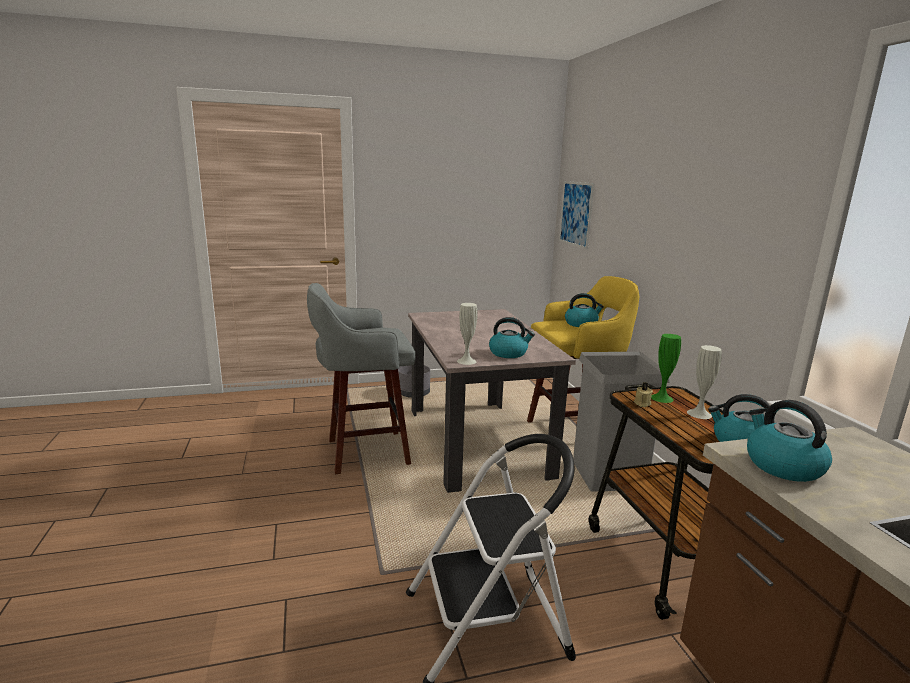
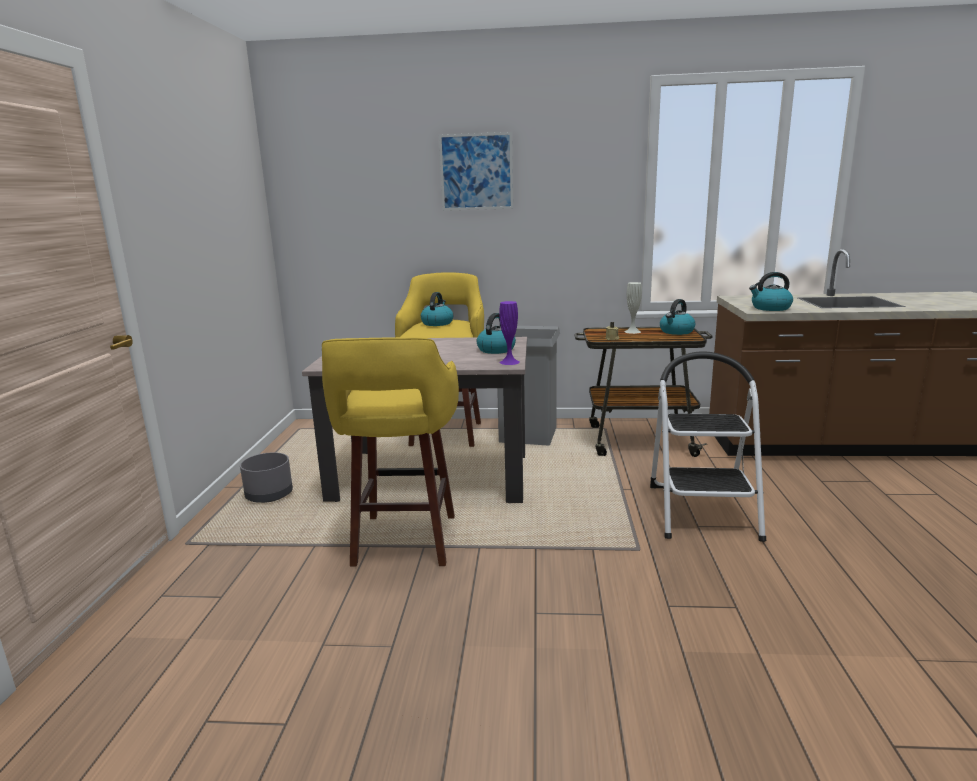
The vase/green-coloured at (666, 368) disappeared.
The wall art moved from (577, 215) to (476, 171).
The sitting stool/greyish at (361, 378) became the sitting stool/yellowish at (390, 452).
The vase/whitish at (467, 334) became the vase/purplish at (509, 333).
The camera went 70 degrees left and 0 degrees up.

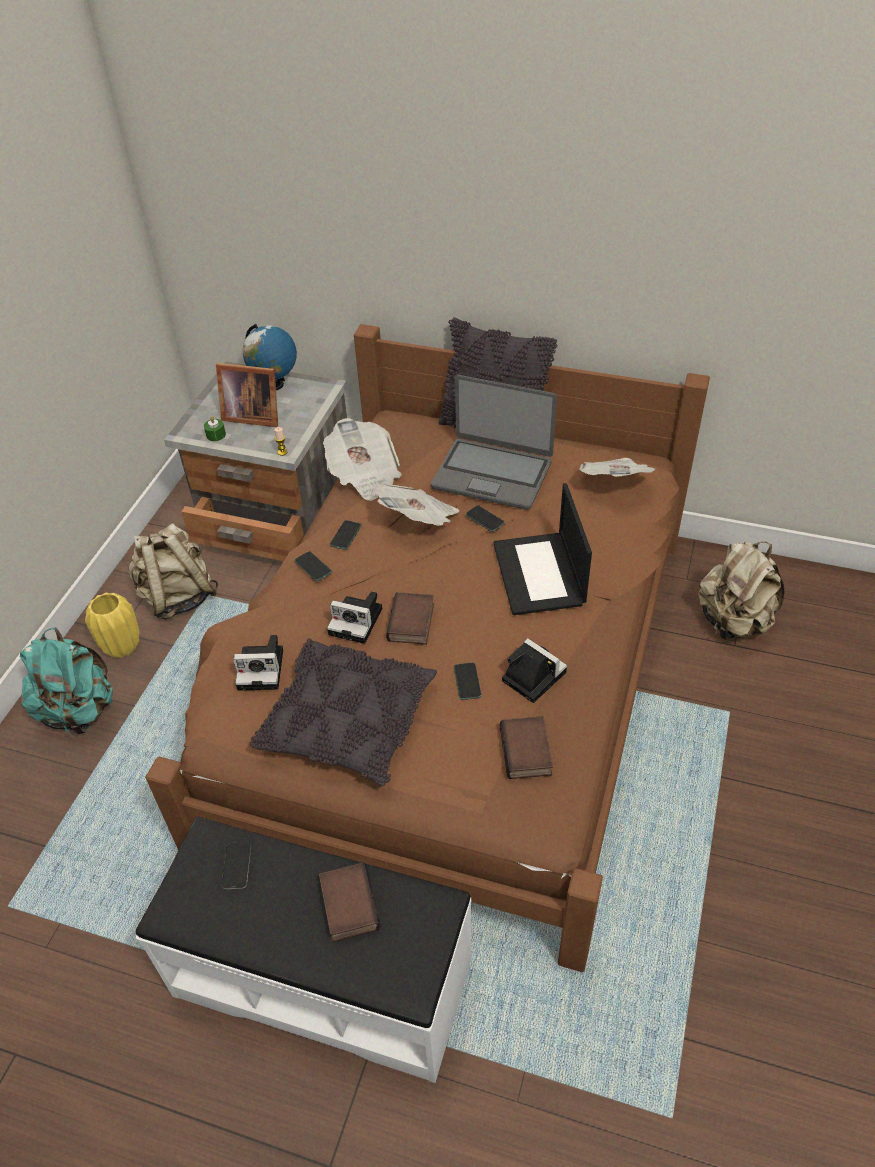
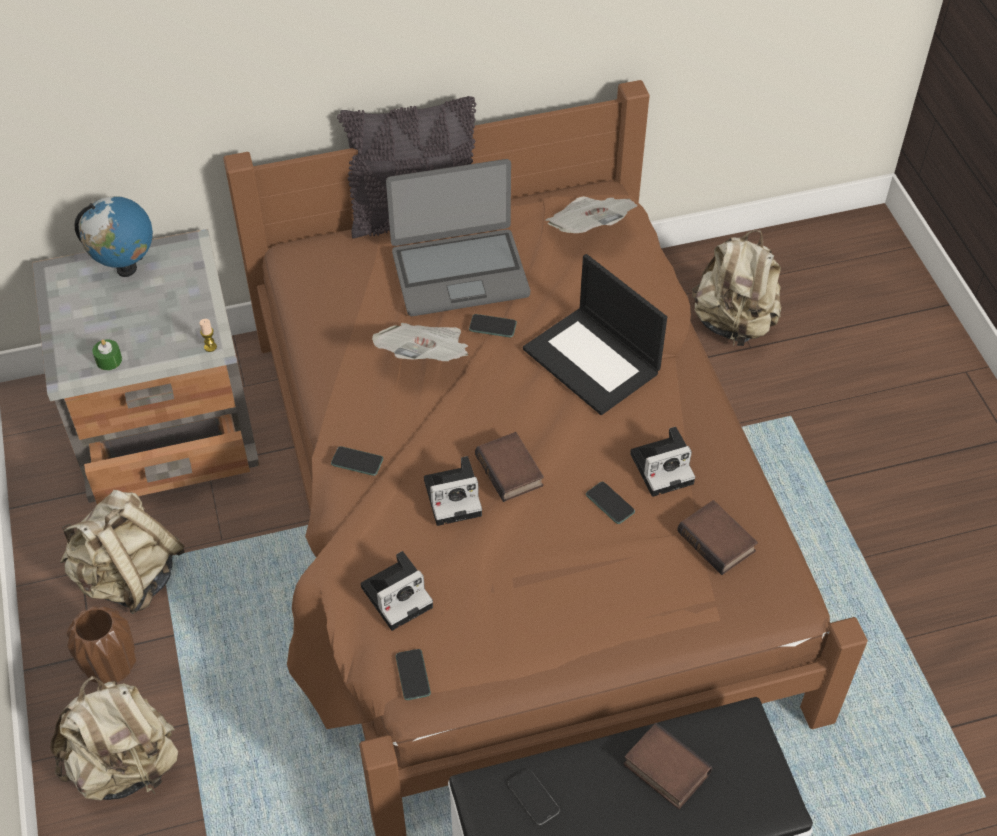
The picture frame at (247, 395) disappeared.
The throw pillow/black-coloured at (343, 712) disappeared.
The newspaper at (362, 459) disappeared.
The phone moved from (346, 535) to (413, 674).
The backpack/turquoise-coloured at (66, 682) became the backpack/beige at (114, 738).
The vase/yellowish at (112, 625) became the vase/brown-coloured at (101, 645).
The photo camera at (534, 670) turned 150 degrees clockwise.
The camera went 35 degrees left and 5 degrees up.

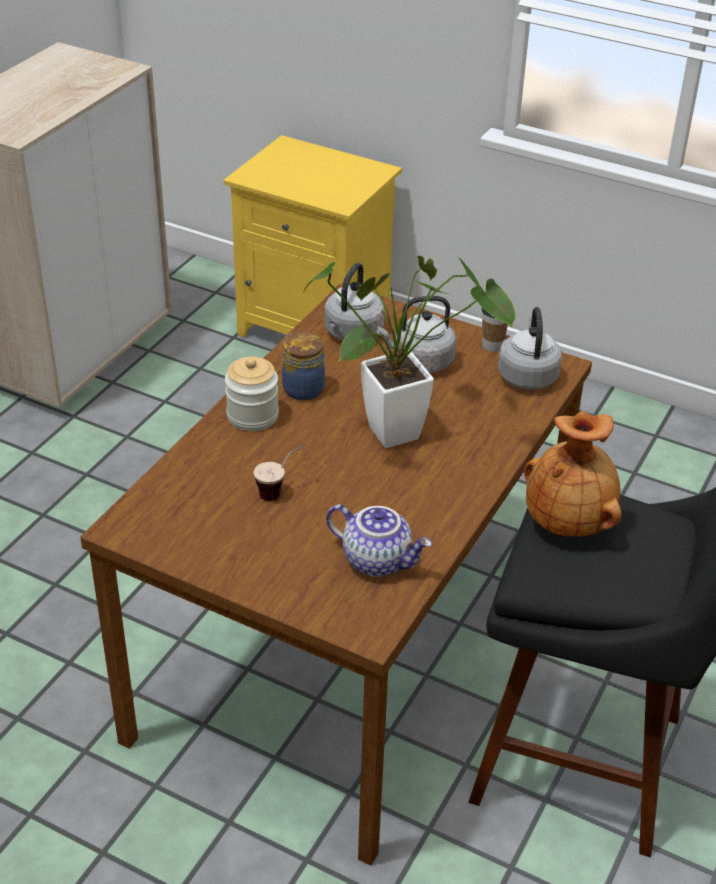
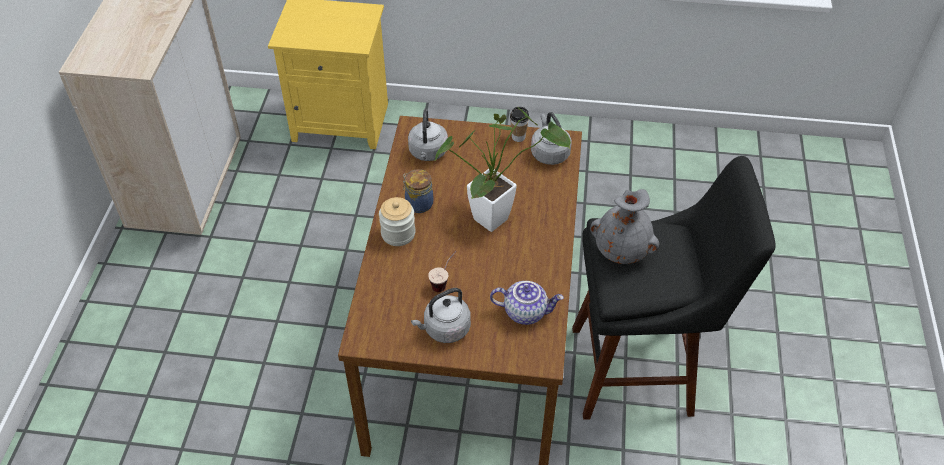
The tea kettle/greyish moved from (416, 334) to (441, 315).
The vase/brown-coloured at (573, 474) became the vase/greyish at (624, 226).
The camera went 20 degrees left and 10 degrees up.

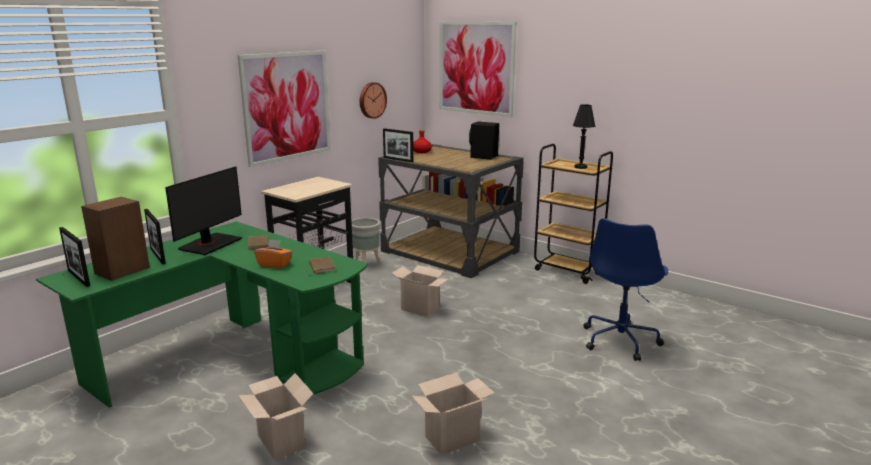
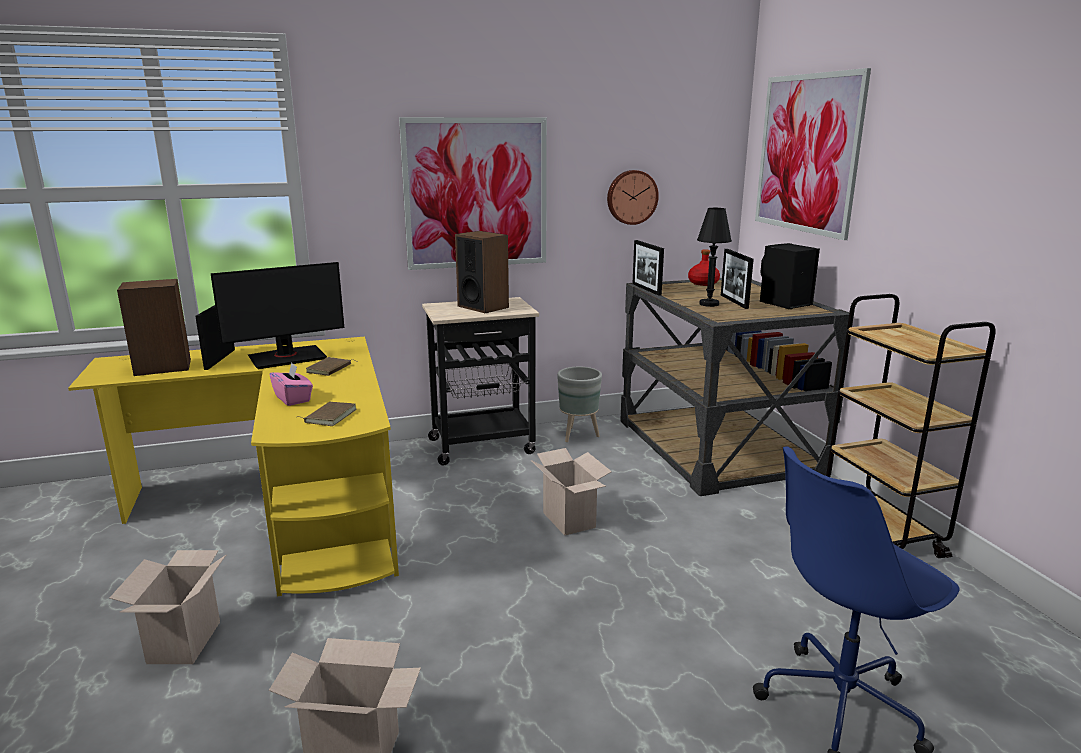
The speaker at (482, 272) appeared.
The picture frame moved from (74, 257) to (737, 279).
The table lamp/black-coloured moved from (584, 136) to (714, 257).
The desk/green-coloured at (202, 314) became the desk/yellowish at (233, 467).
The box of tissues/orangey at (273, 254) became the box of tissues/pink-coloured at (291, 384).
The camera went 35 degrees right and 0 degrees up.

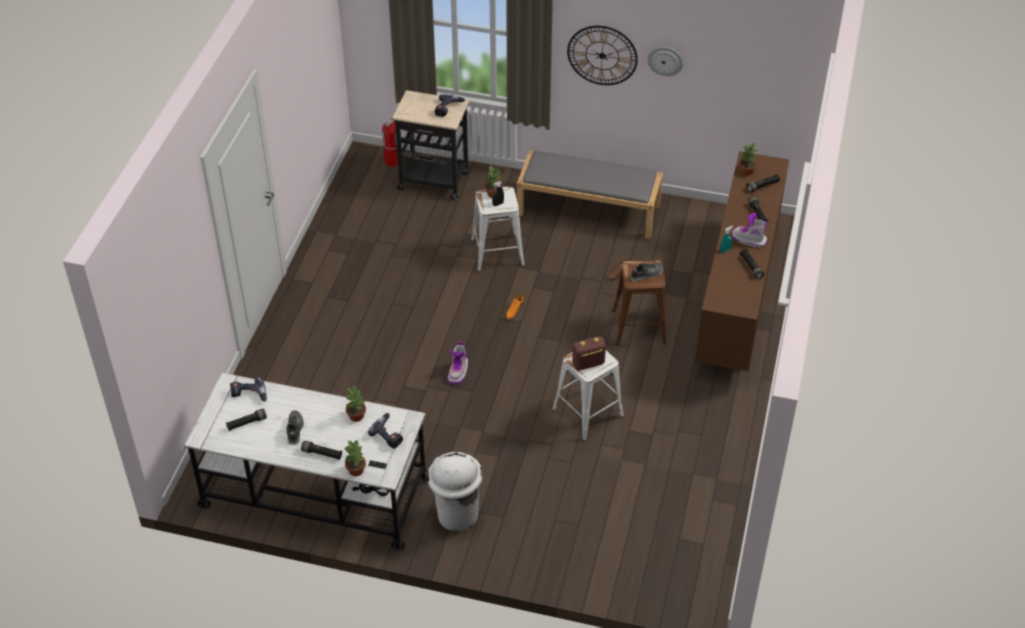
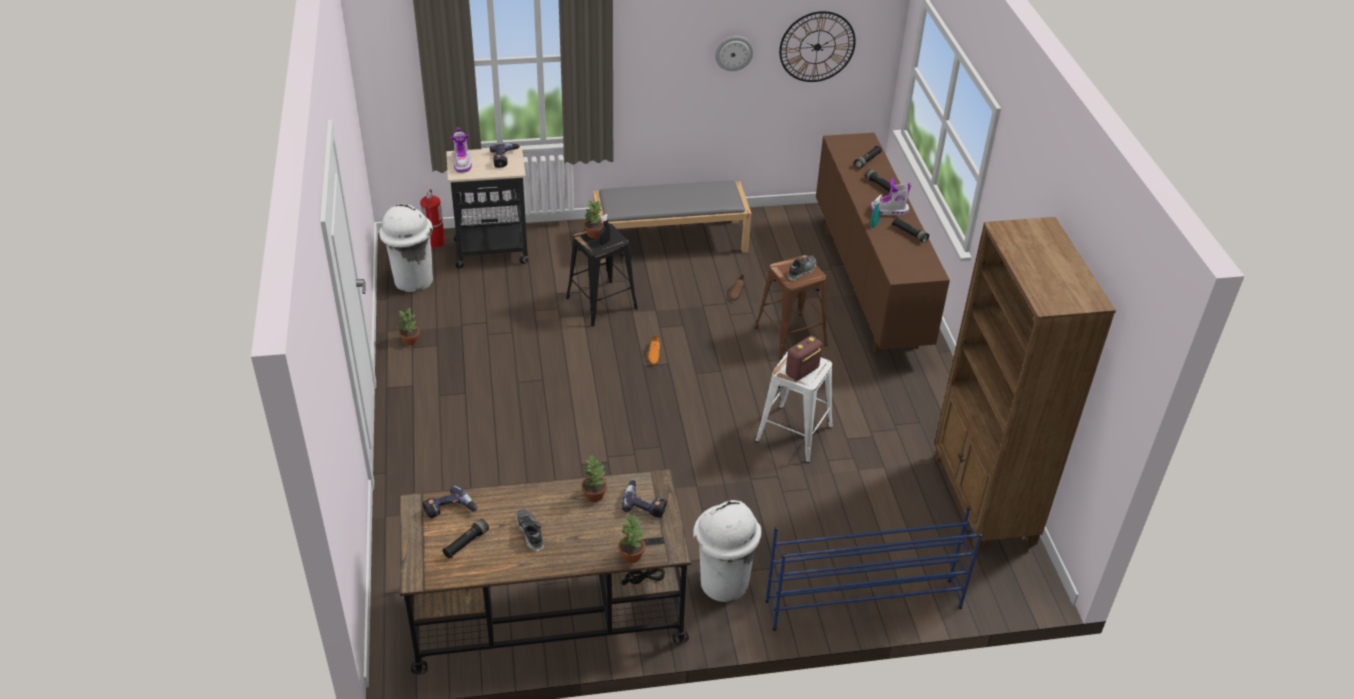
The hand torch/black-coloured at (321, 450) disappeared.
The trash can/whitish at (406, 248) appeared.
The shoe rack/blue at (873, 568) appeared.
The bookcase/brown-coloured at (1025, 384) appeared.
The boot moved from (458, 362) to (461, 150).
The wall clock moved from (602, 55) to (817, 46).
The plant in a pot moved from (748, 159) to (409, 326).
The desk/whitish at (306, 462) became the desk/brown-coloured at (545, 571).
The sitting stool/whitish at (498, 229) became the sitting stool/black-coloured at (602, 275).
The camera went 25 degrees left and 5 degrees down.

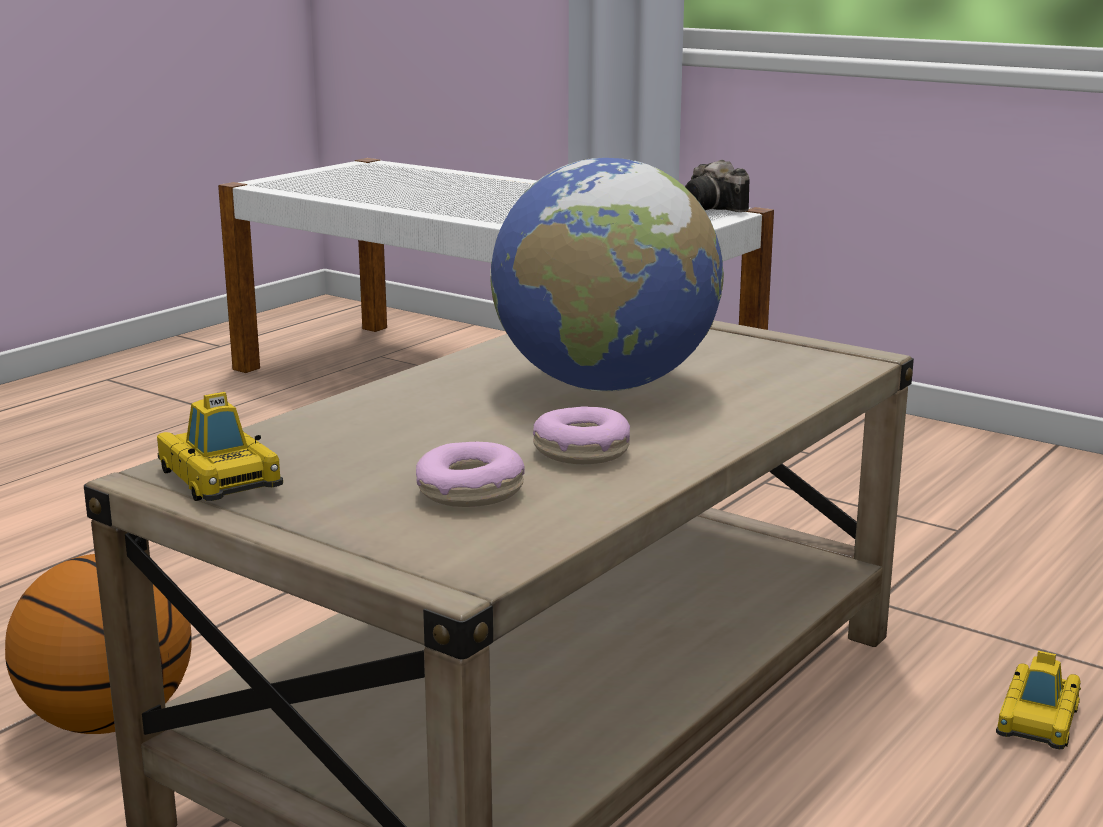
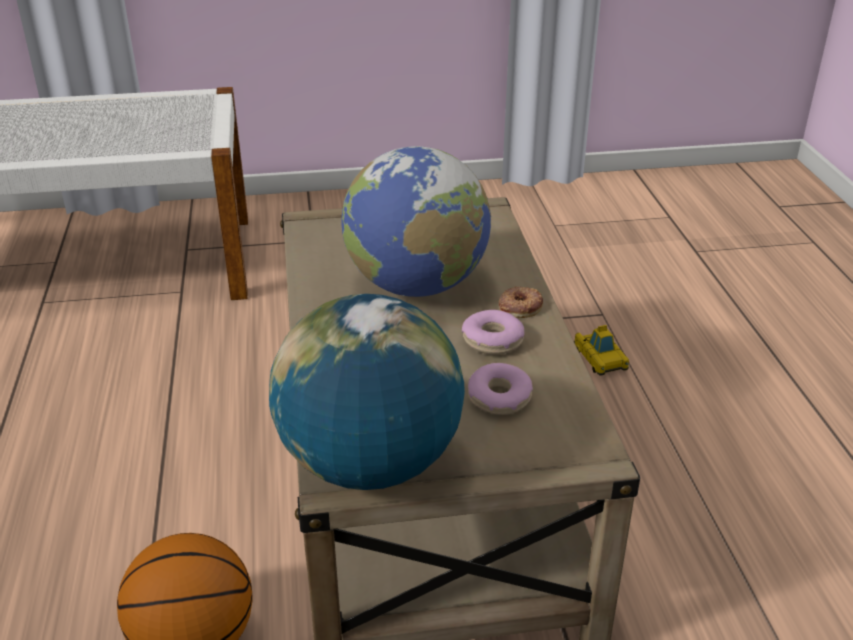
The photo camera at (717, 186) disappeared.
The doughnut at (521, 302) appeared.
The model car at (220, 446) was replaced by the world globe at (367, 392).
The camera went 45 degrees left and 15 degrees up.

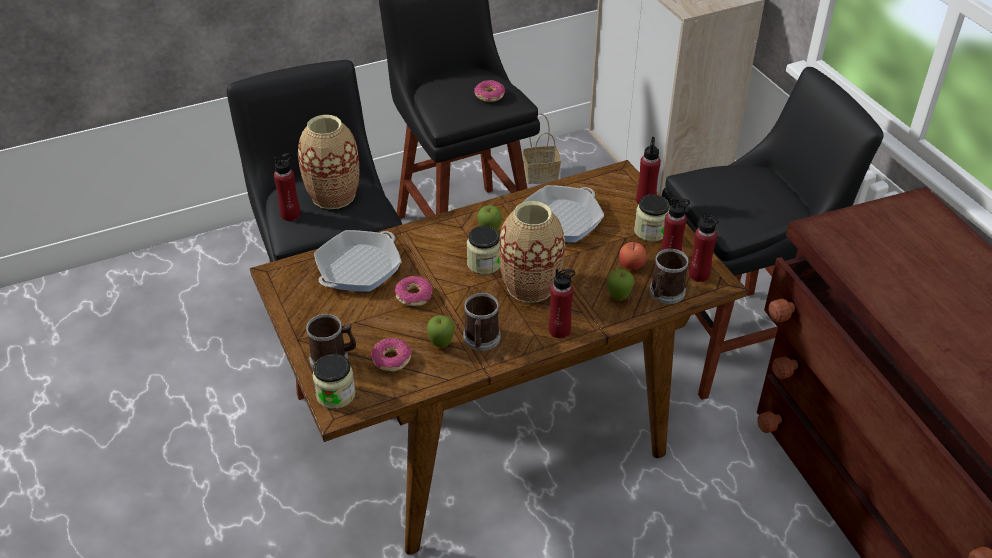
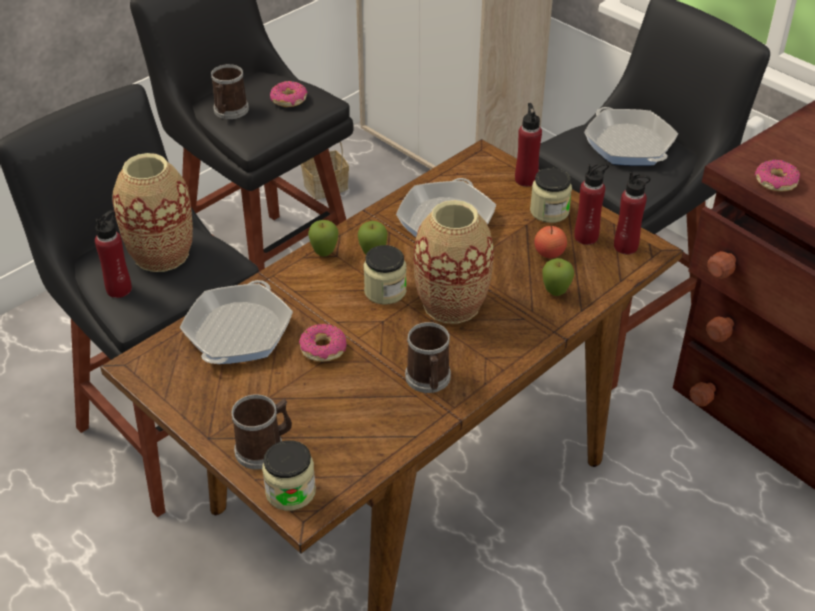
The beverage bottle/red at (561, 303) disappeared.
The frying pan at (631, 136) appeared.
The doughnut moved from (391, 355) to (777, 176).
The whole apple moved from (441, 331) to (323, 238).
The tea mug moved from (669, 276) to (230, 91).
The camera went 20 degrees left and 0 degrees up.

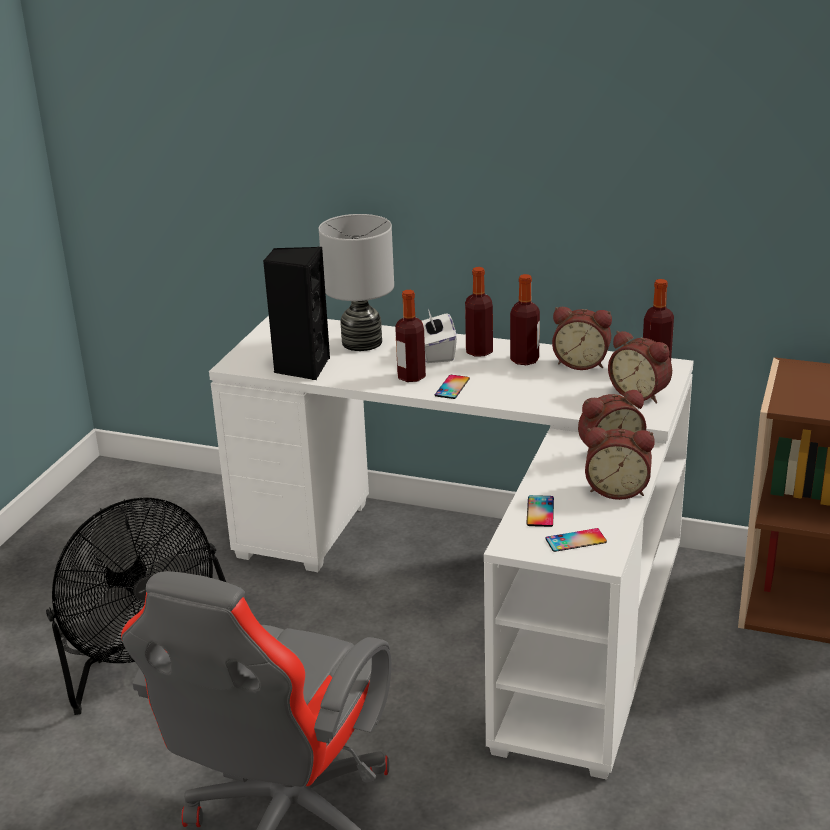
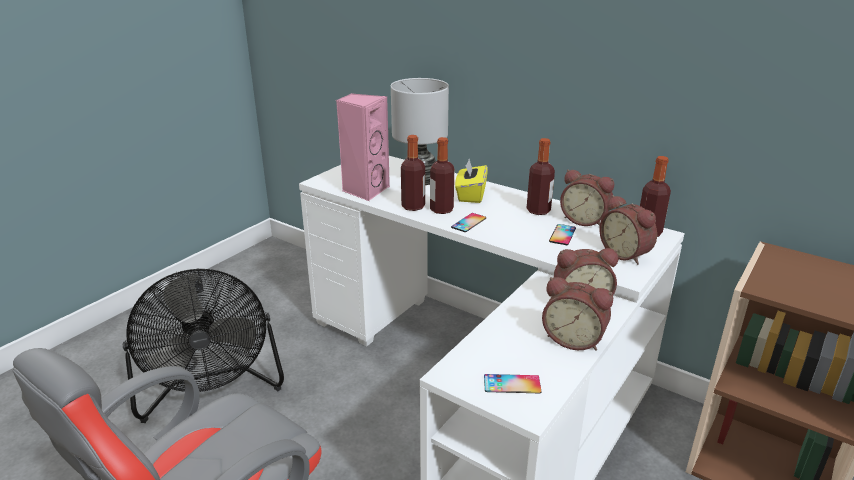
The beverage bottle moved from (479, 312) to (413, 173).
The phone moved from (540, 511) to (562, 234).
The speaker/black-coloured at (296, 313) became the speaker/pink-coloured at (363, 147).
The box of tissues/whitish at (439, 336) became the box of tissues/yellowish at (471, 181).
The camera went 15 degrees right and 0 degrees up.

